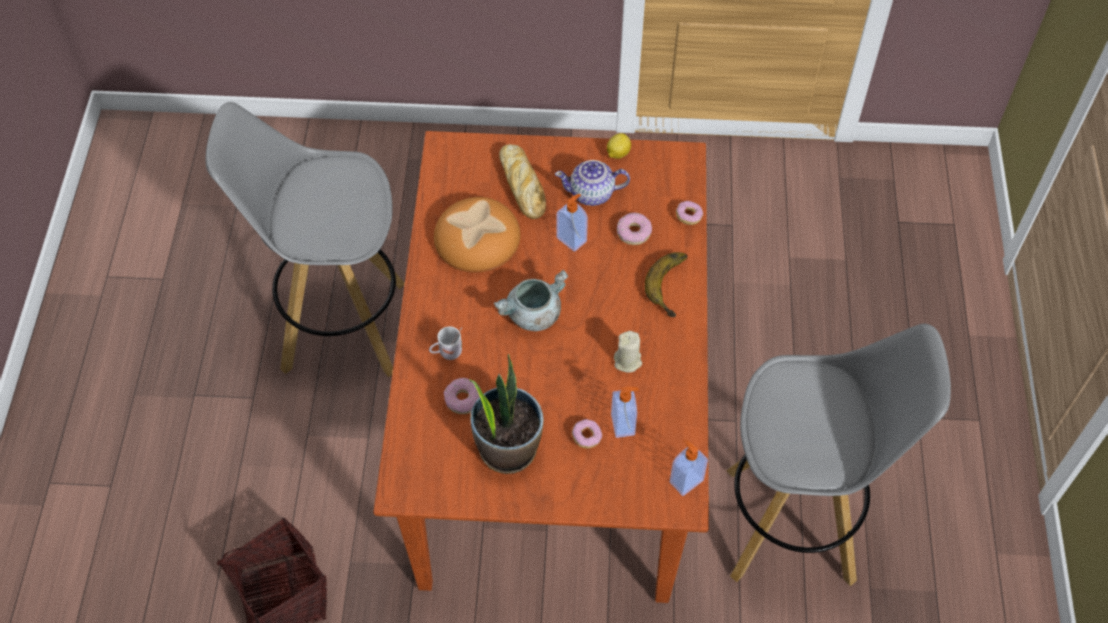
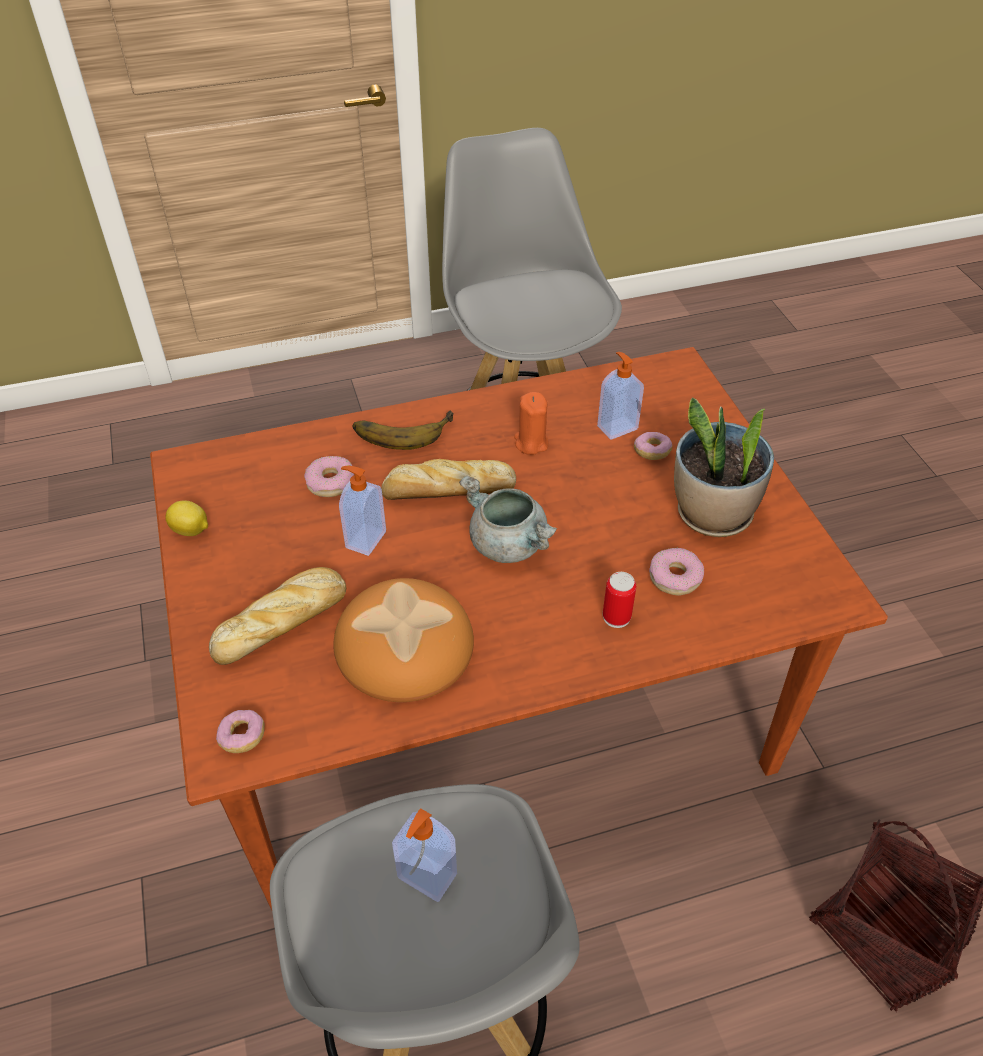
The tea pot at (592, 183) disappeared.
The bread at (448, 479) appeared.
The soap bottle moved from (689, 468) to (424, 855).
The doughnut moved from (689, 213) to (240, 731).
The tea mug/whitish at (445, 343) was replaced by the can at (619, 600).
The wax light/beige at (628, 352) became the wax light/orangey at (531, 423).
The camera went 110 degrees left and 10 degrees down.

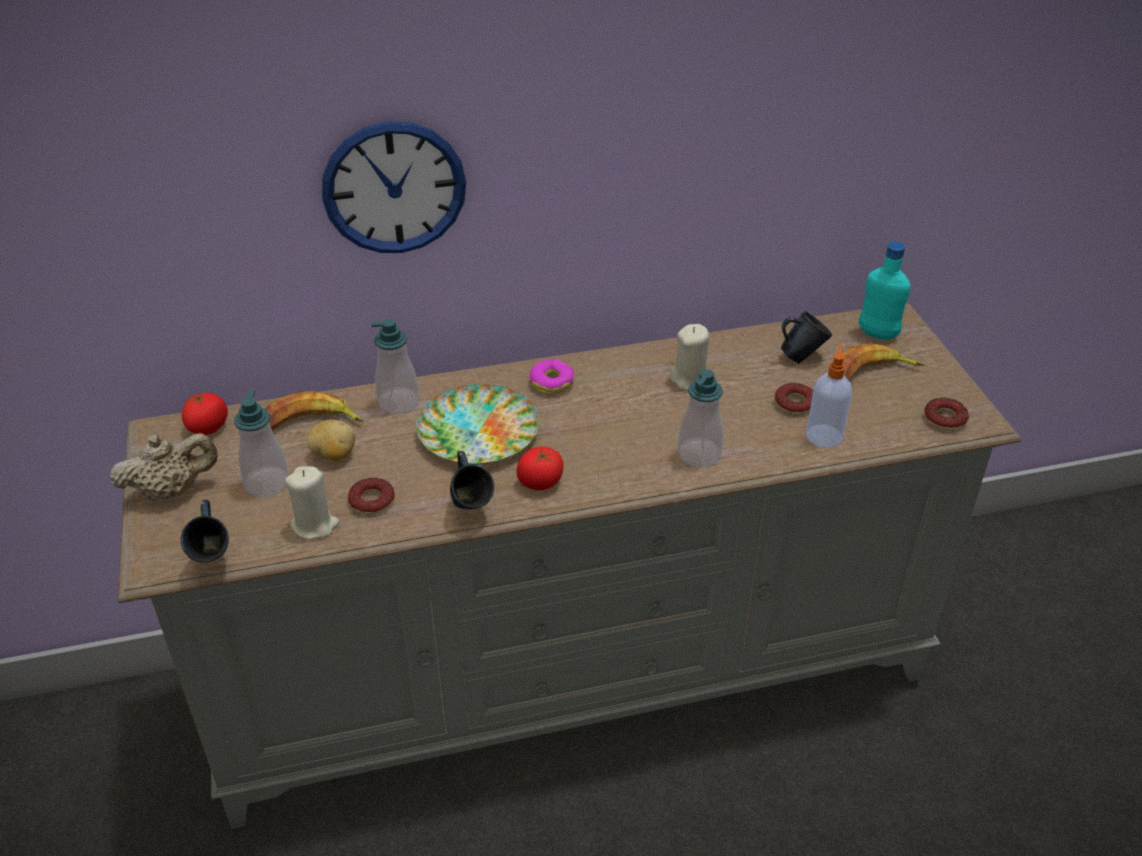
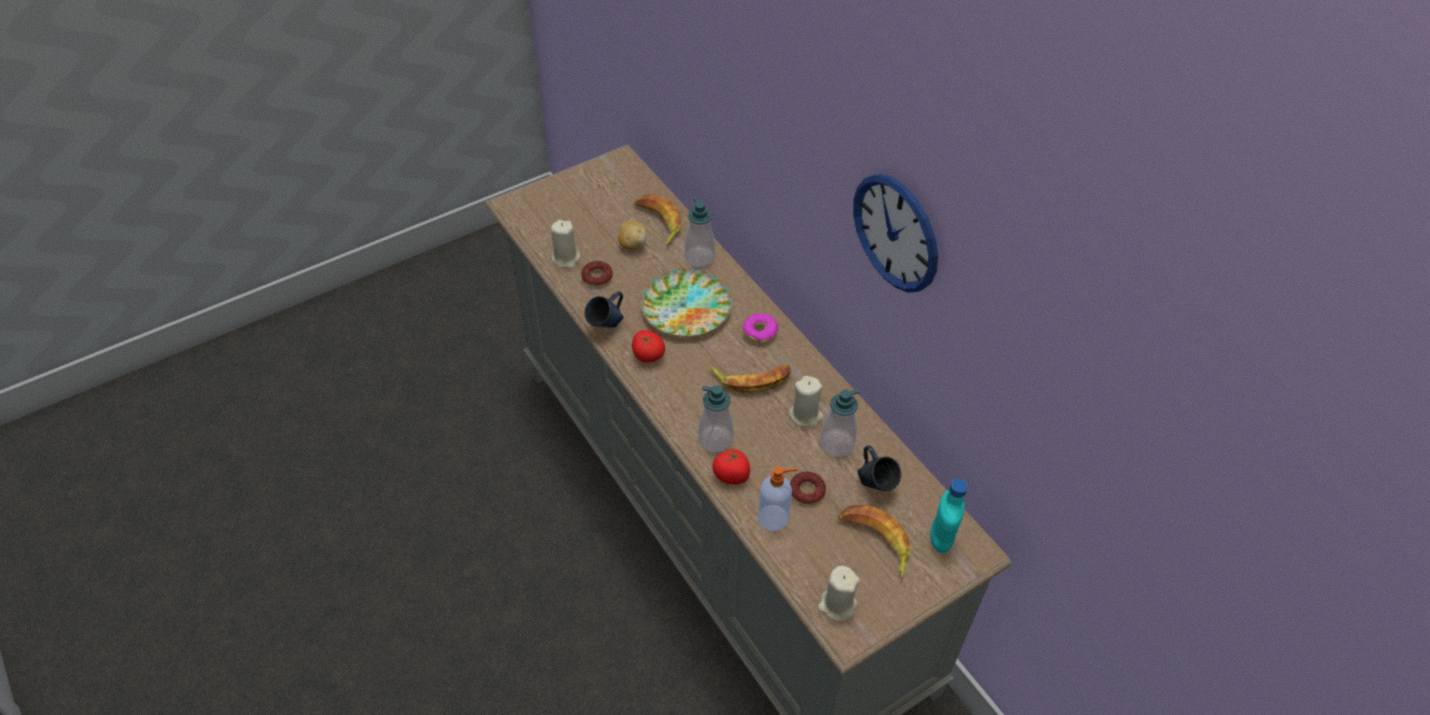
The tea pot/beige at (163, 467) disappeared.
The tea mug/blue at (205, 531) disappeared.
The banana fruit at (750, 378) appeared.
The whole tomato moved from (205, 414) to (731, 466).
The soap bottle moved from (261, 443) to (840, 423).
The wall clock moved from (394, 187) to (895, 233).
The doughnut at (946, 414) was replaced by the wax light/beige at (839, 594).
The camera went 70 degrees right and 10 degrees up.

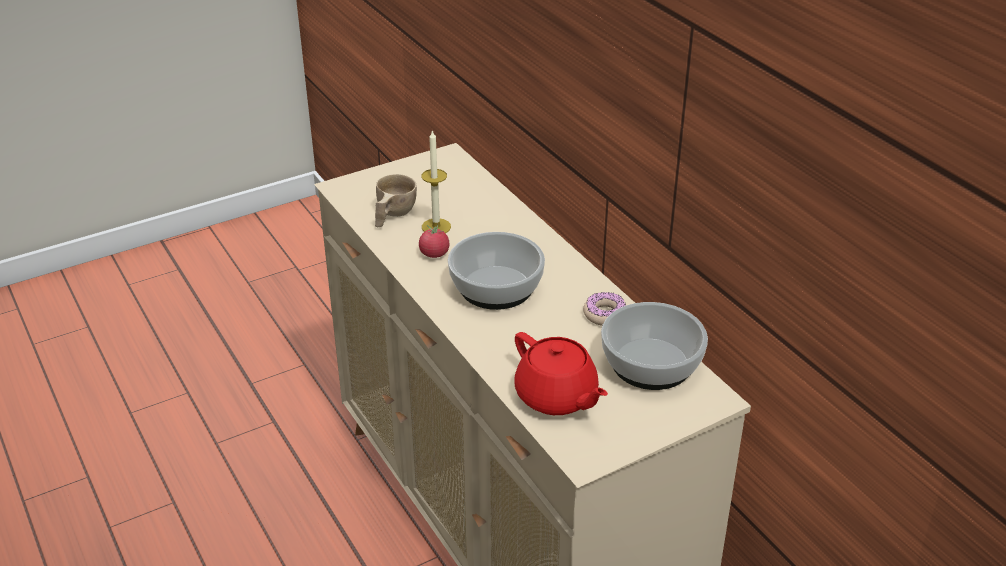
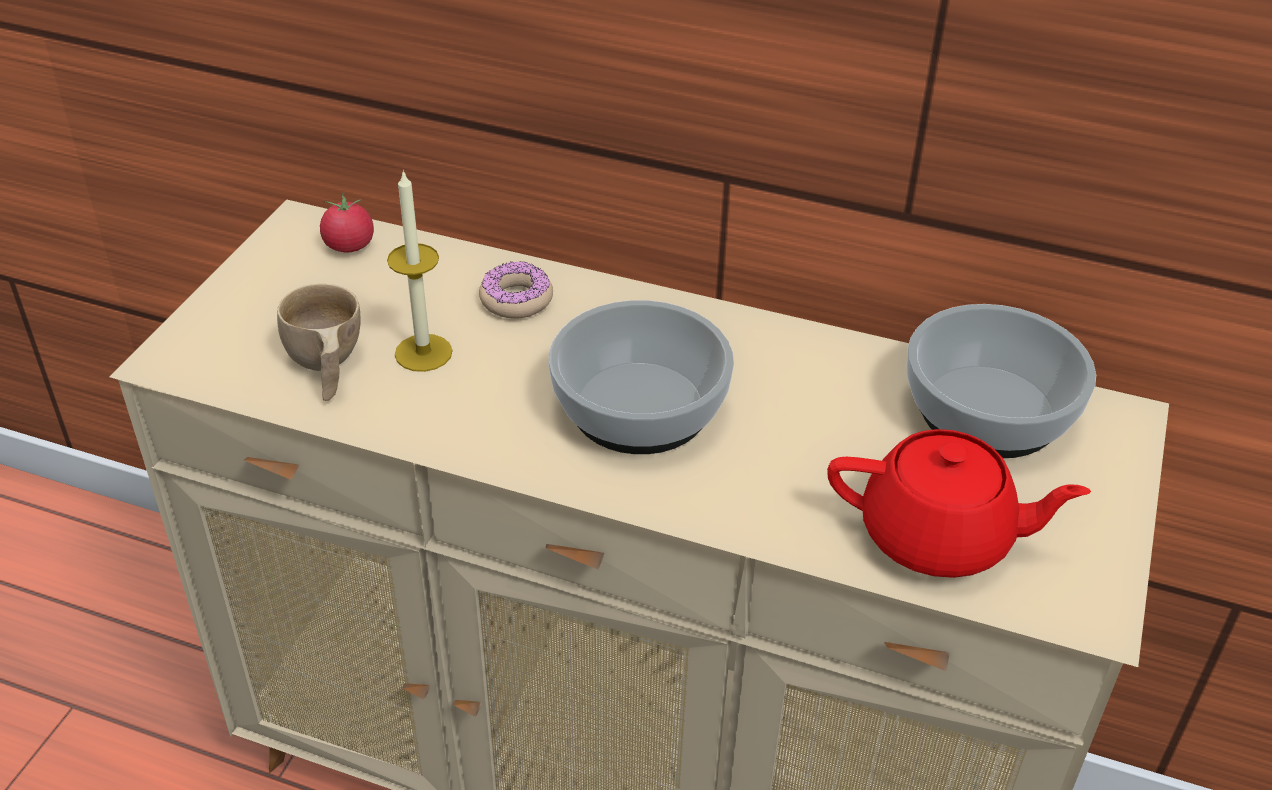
The whole tomato moved from (434, 241) to (347, 222).
The doughnut moved from (604, 309) to (516, 290).
The camera went 40 degrees left and 5 degrees up.

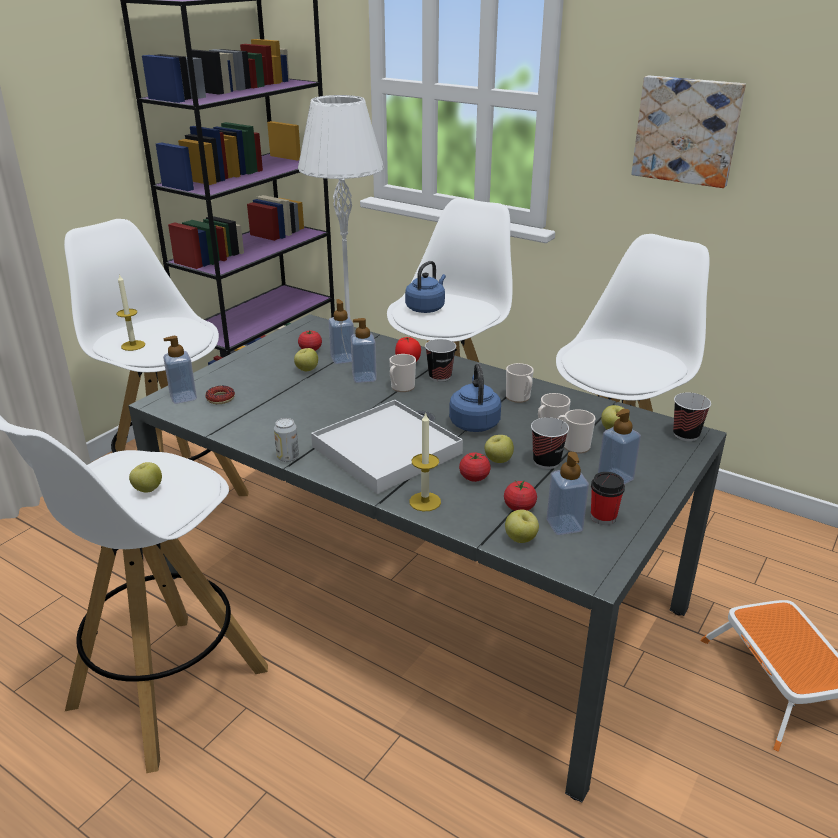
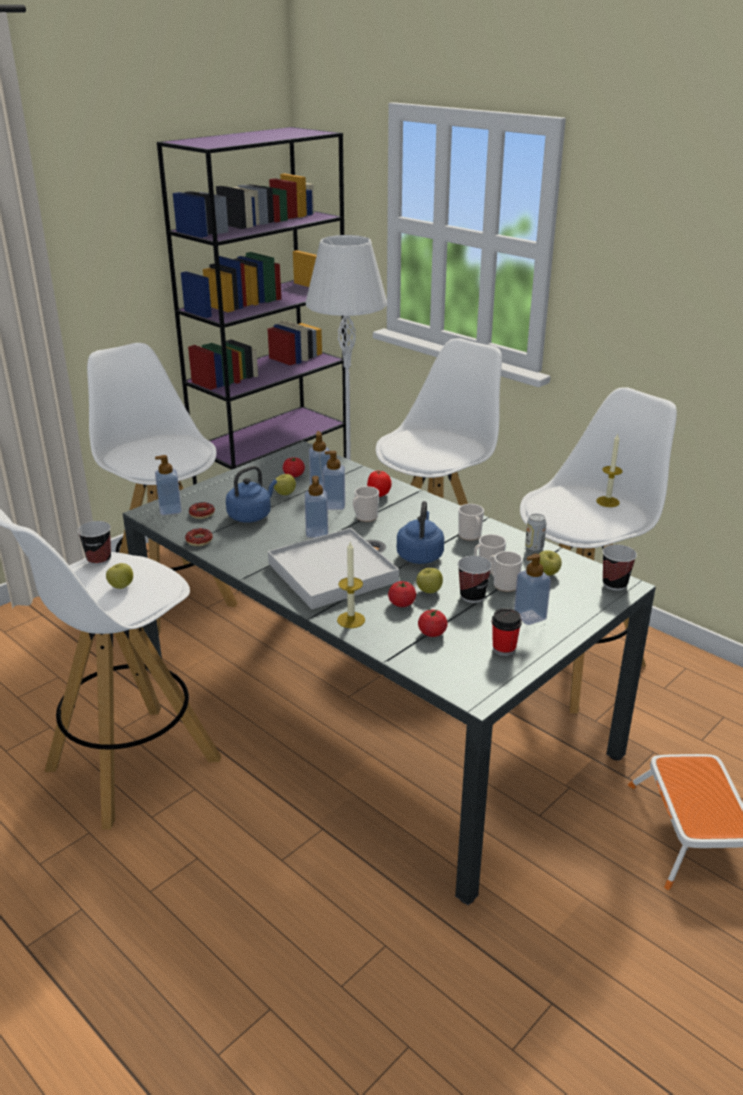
The whole apple at (522, 526) disappeared.
The wall art at (688, 132) disappeared.
The doughnut at (199, 537) appeared.
The wax light moved from (131, 312) to (609, 470).
The can moved from (286, 440) to (536, 532).
The tea kettle/blue moved from (425, 287) to (251, 494).
The cup moved from (440, 360) to (94, 543).
The soap bottle moved from (568, 493) to (316, 507).
The camera went 10 degrees right and 0 degrees up.

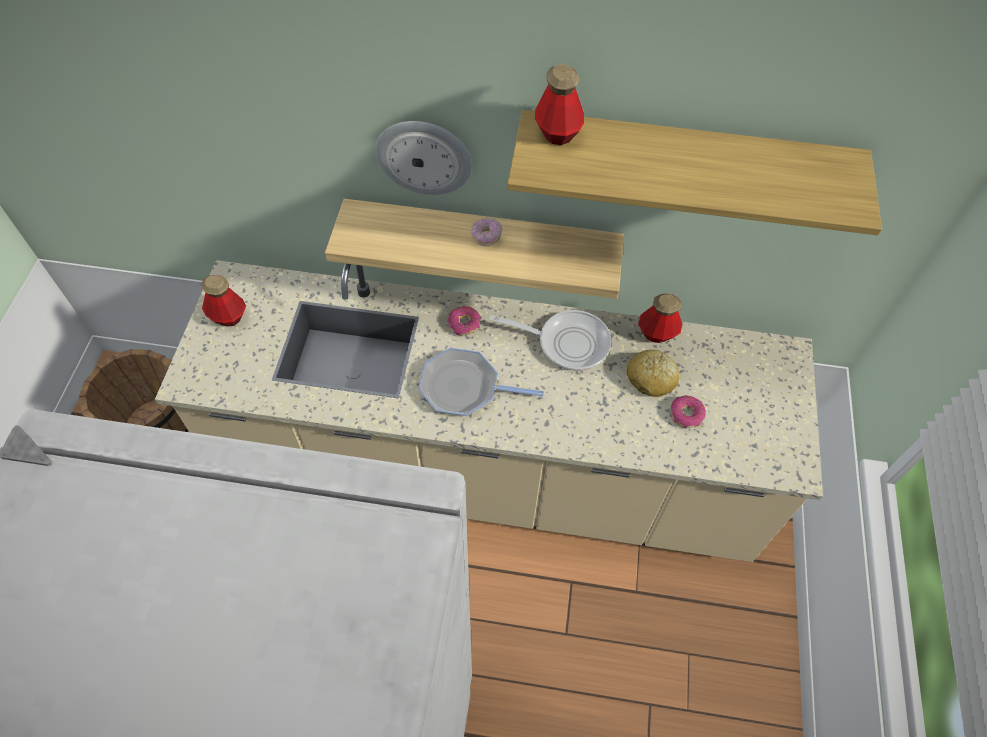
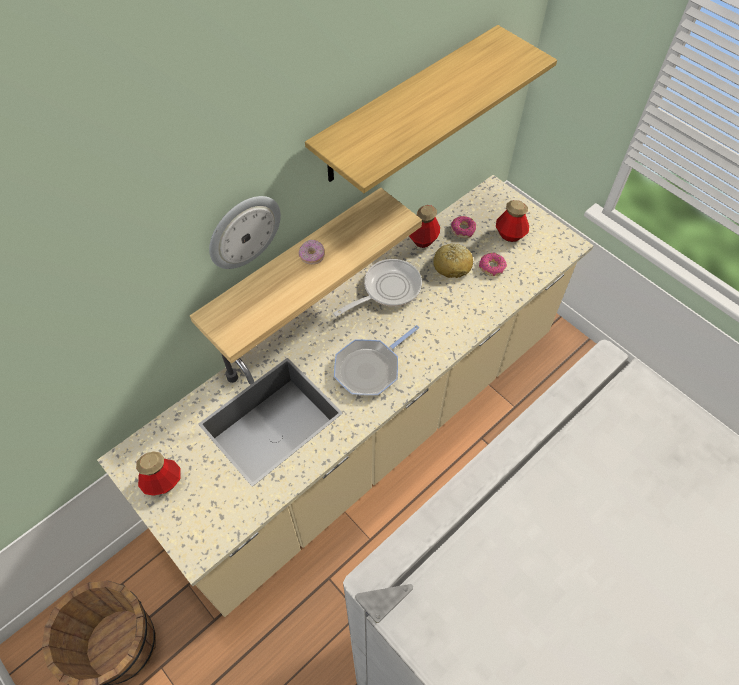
The doughnut moved from (464, 321) to (463, 227).
The beverage bottle moved from (559, 104) to (512, 221).
The camera went 50 degrees left and 0 degrees up.

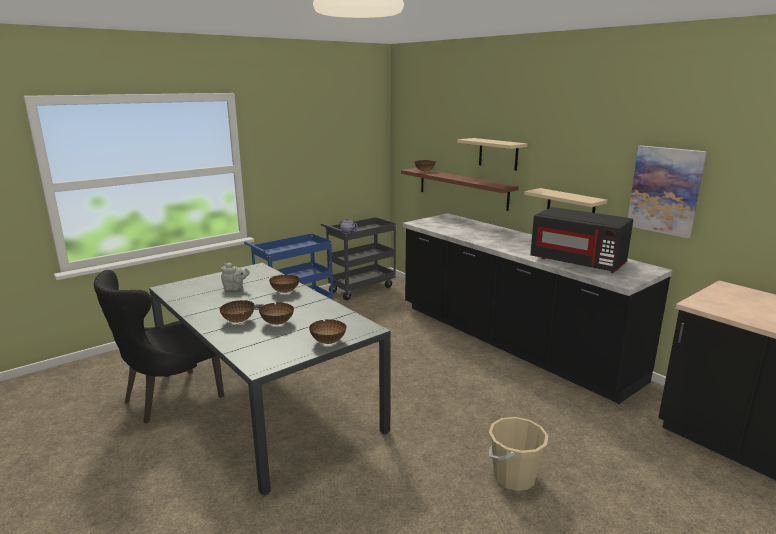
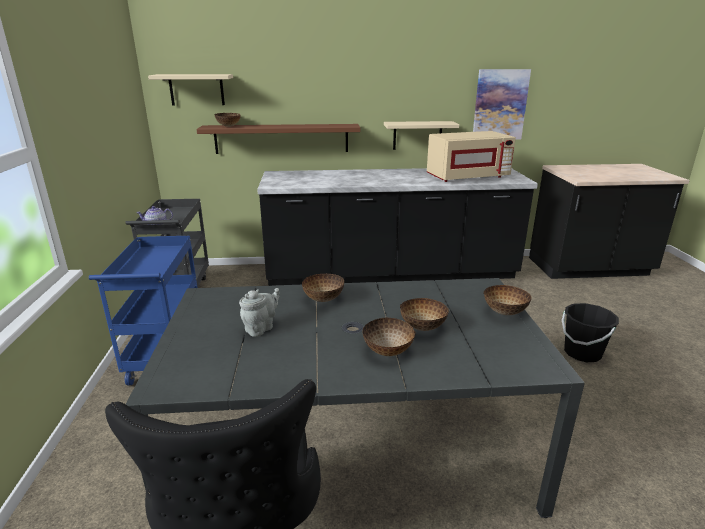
The shelf/beige moved from (492, 154) to (190, 90).
The bucket/beige at (518, 454) became the bucket/black-coloured at (590, 332).
The kitchen microwave/black-coloured at (581, 240) became the kitchen microwave/beige at (471, 156).
The camera went 55 degrees left and 5 degrees up.

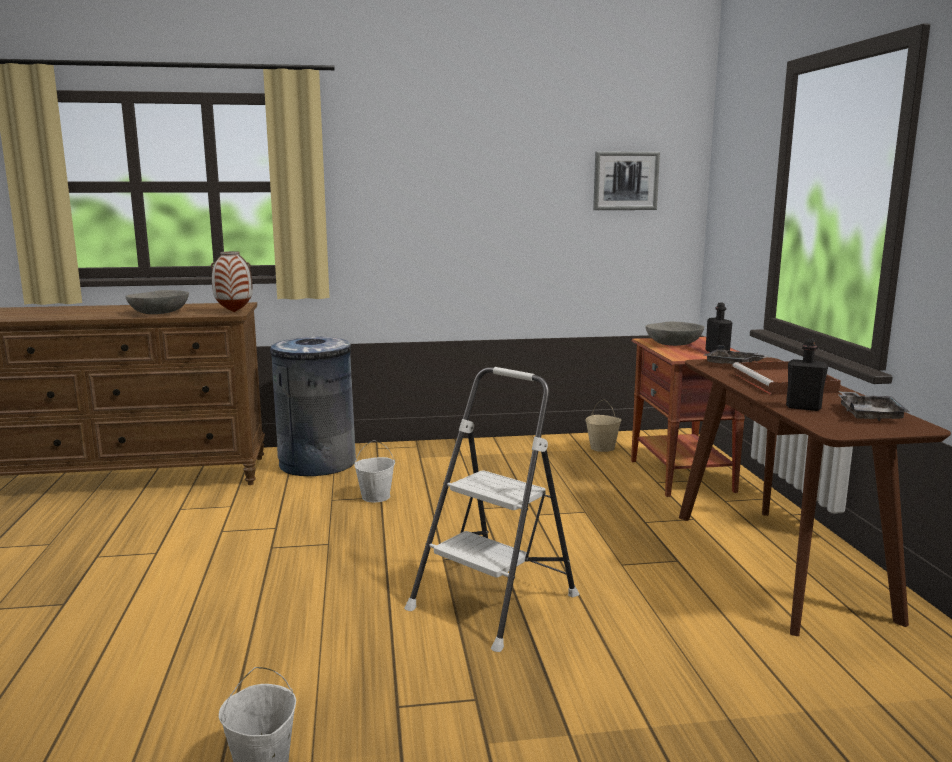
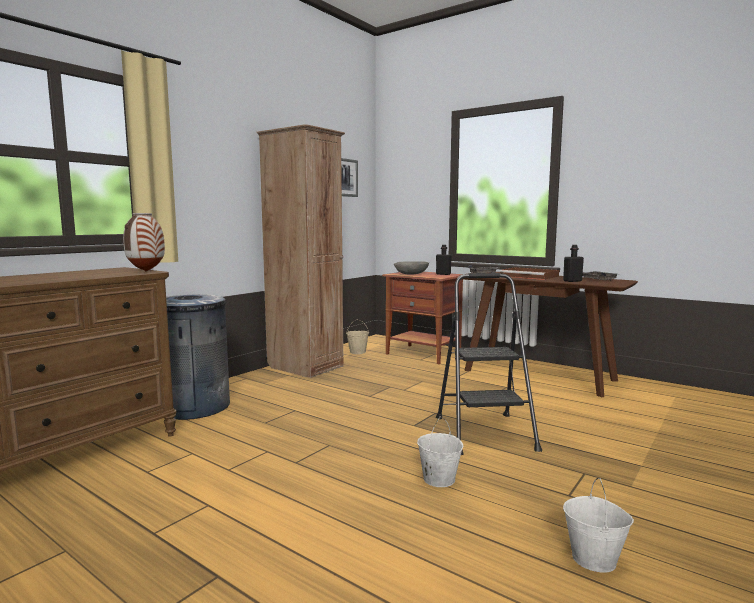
The deep dish/greyish at (157, 302) disappeared.
The storage cabinet/brown-coloured at (301, 251) appeared.
The bucket/whitish moved from (374, 471) to (440, 452).
The stepladder/whitish at (491, 509) became the stepladder/black-coloured at (489, 364).
The camera went 45 degrees left and 5 degrees down.

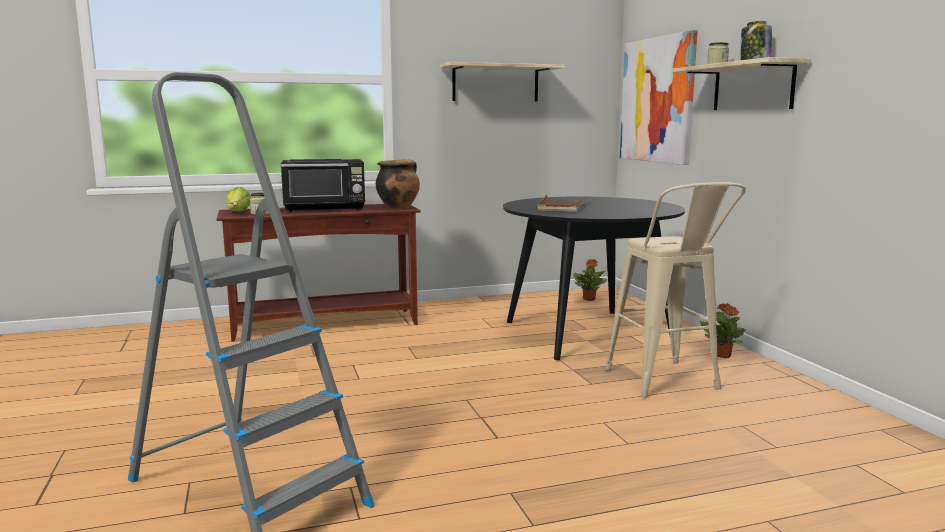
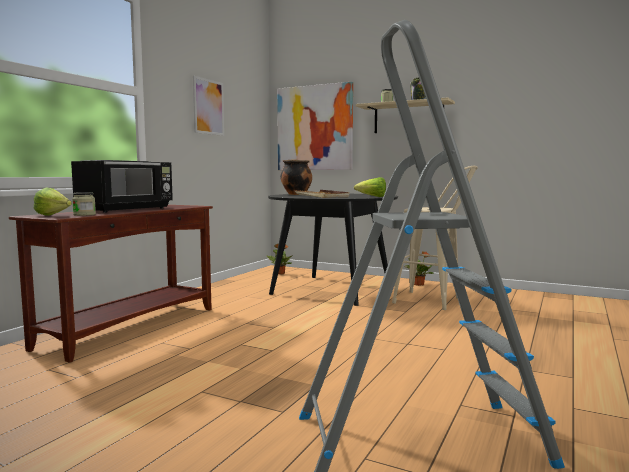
The lettuce at (370, 187) appeared.
The cooking pot moved from (398, 184) to (296, 177).
The shelf at (502, 82) was replaced by the wall art at (208, 106).
The camera went 45 degrees left and 5 degrees down.

